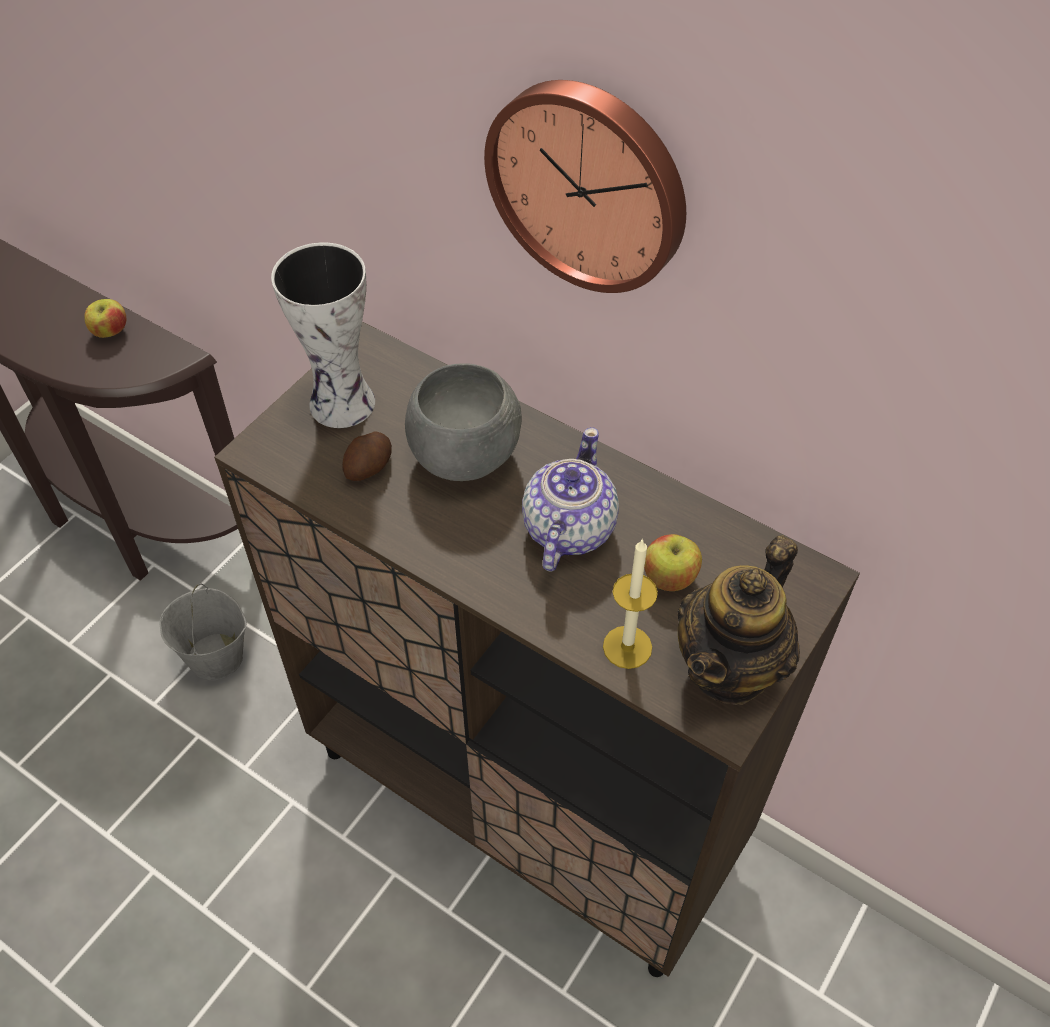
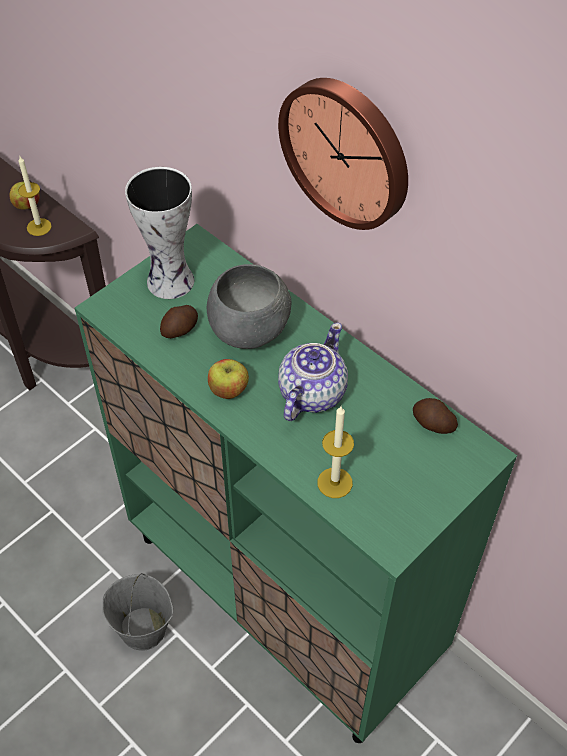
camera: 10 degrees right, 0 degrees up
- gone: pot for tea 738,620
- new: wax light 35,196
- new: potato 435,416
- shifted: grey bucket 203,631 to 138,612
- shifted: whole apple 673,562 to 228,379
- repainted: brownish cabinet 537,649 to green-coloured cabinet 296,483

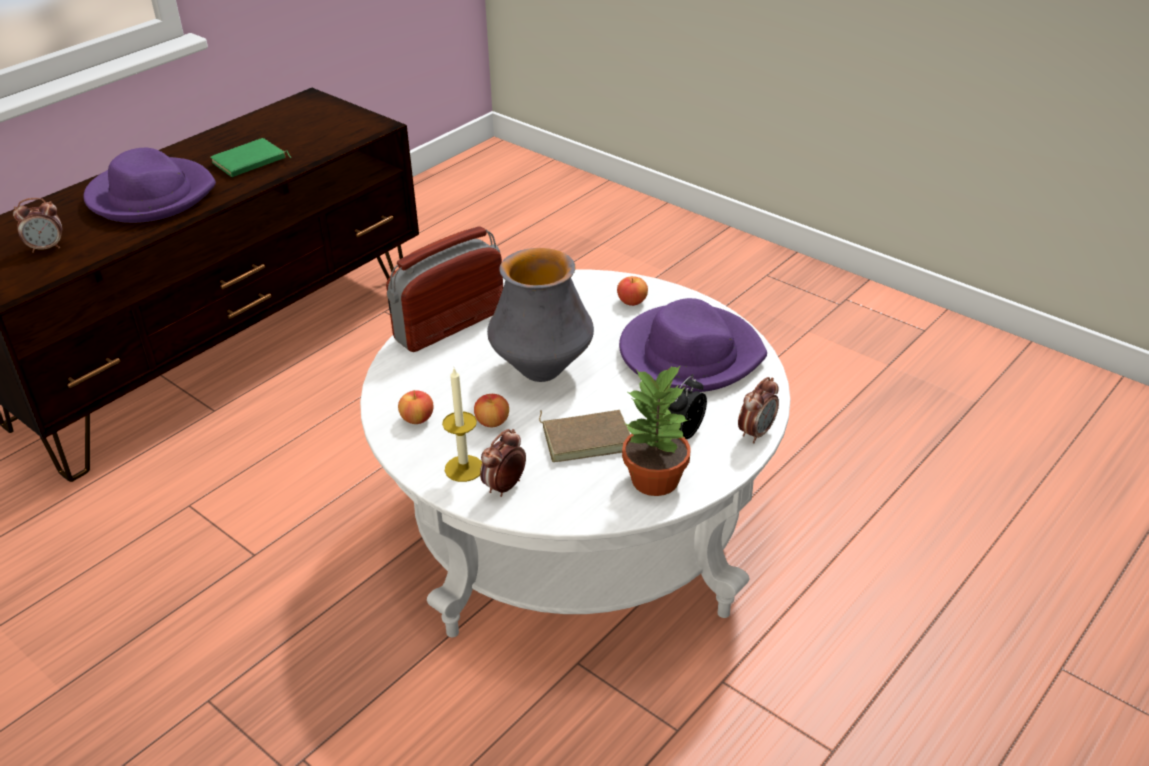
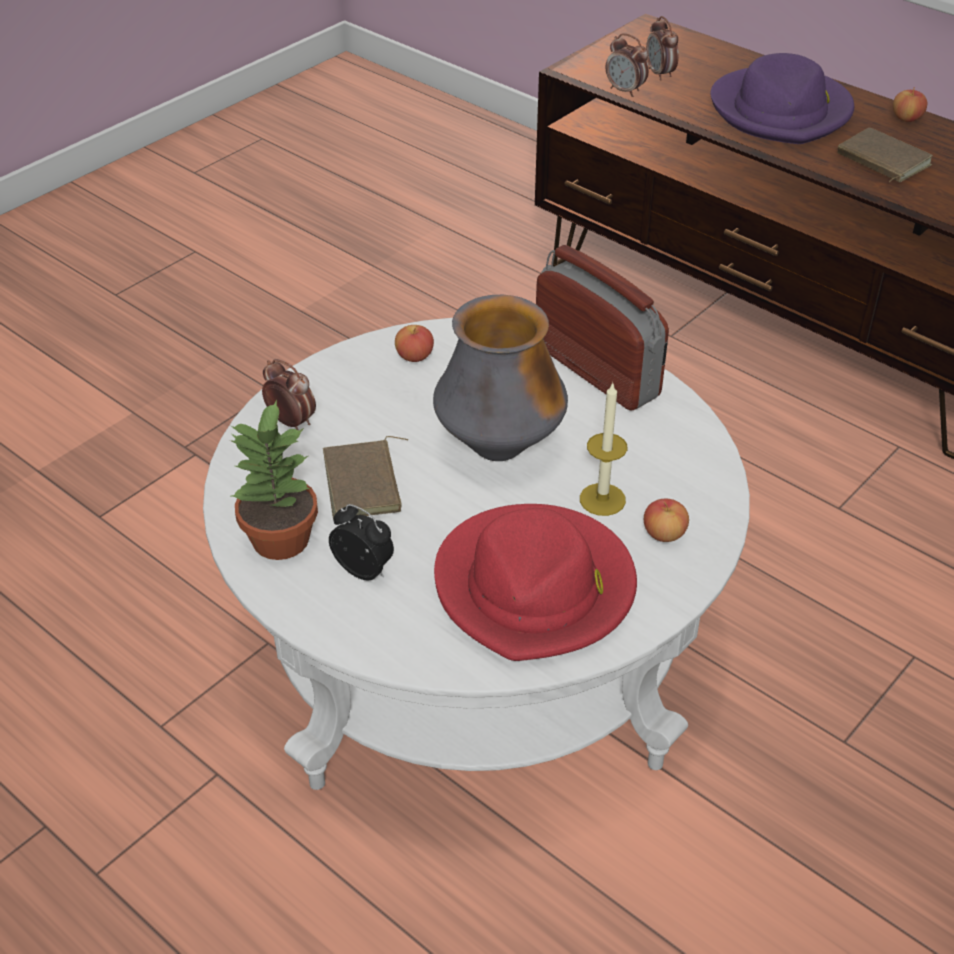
camera: 90 degrees right, 5 degrees up
- shifted: wax light 462,425 to 604,449
- shifted: whole apple 491,410 to 910,104
- shifted: table clock 758,410 to 627,65
- repainted: green-coloured book 250,157 to brownish book 885,155
- repainted: purple-coloured wearable hat 693,345 to red-coloured wearable hat 535,582

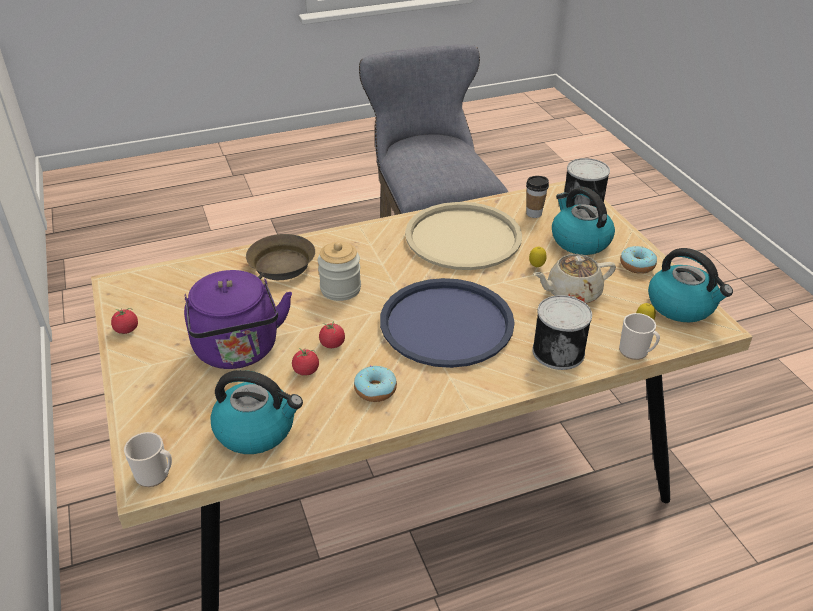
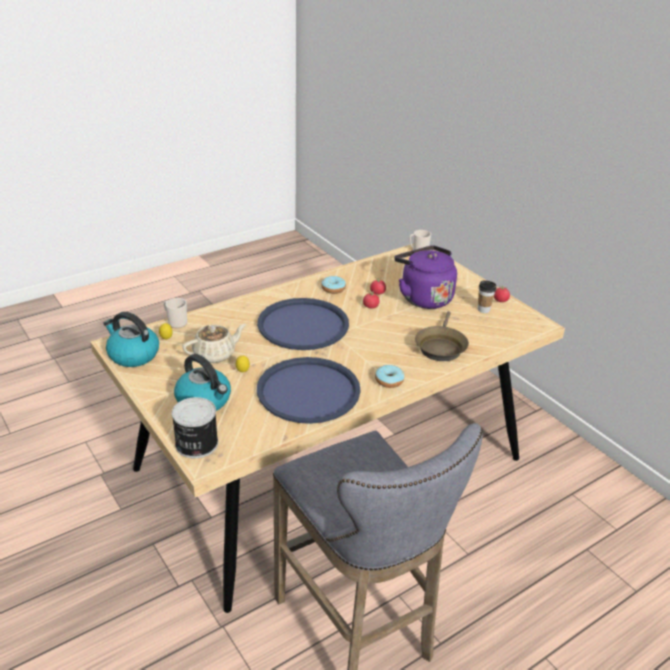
camera: 165 degrees right, 5 degrees down
- gone: tea kettle 256,412
- gone: jar 339,271
- gone: sealed can 562,332
- shifted: cup 537,197 to 487,296
- shifted: doughnut 638,260 to 389,376
- repainted: sand-coloured tray 463,236 to bluish tray 309,390

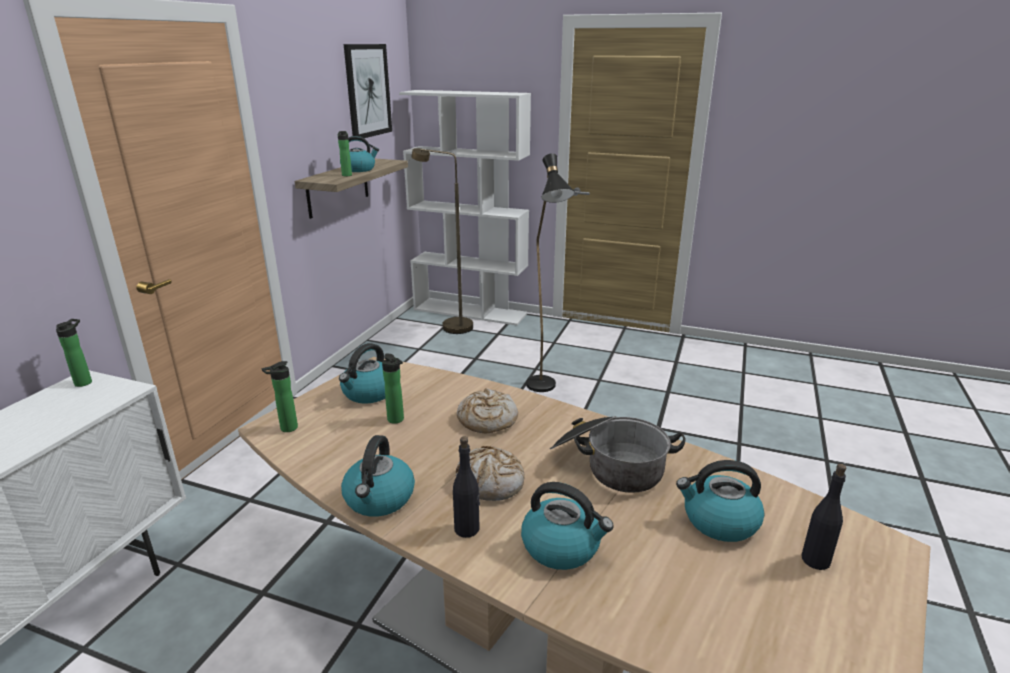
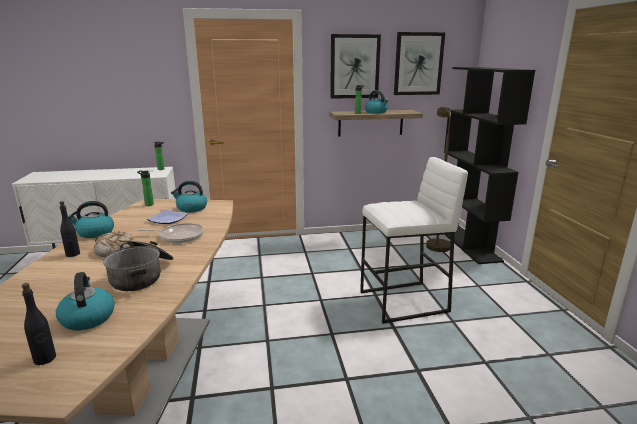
camera: 60 degrees right, 5 degrees down
- gone: tea kettle 567,526
- new: wall picture 355,66
- swapped: drink bottle 393,388 to flat dish 167,217
- swapped: bread 487,411 to pan 171,233
- swapped: black-coloured standard lamp 550,272 to whitish stool 414,240
- repainted: whitish bookshelf 465,208 to black-coloured bookshelf 489,165

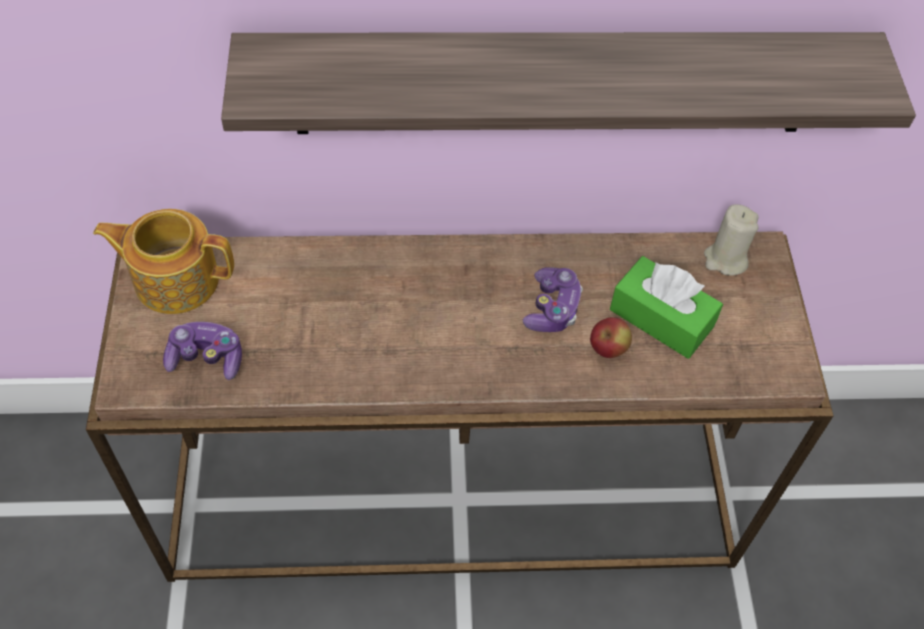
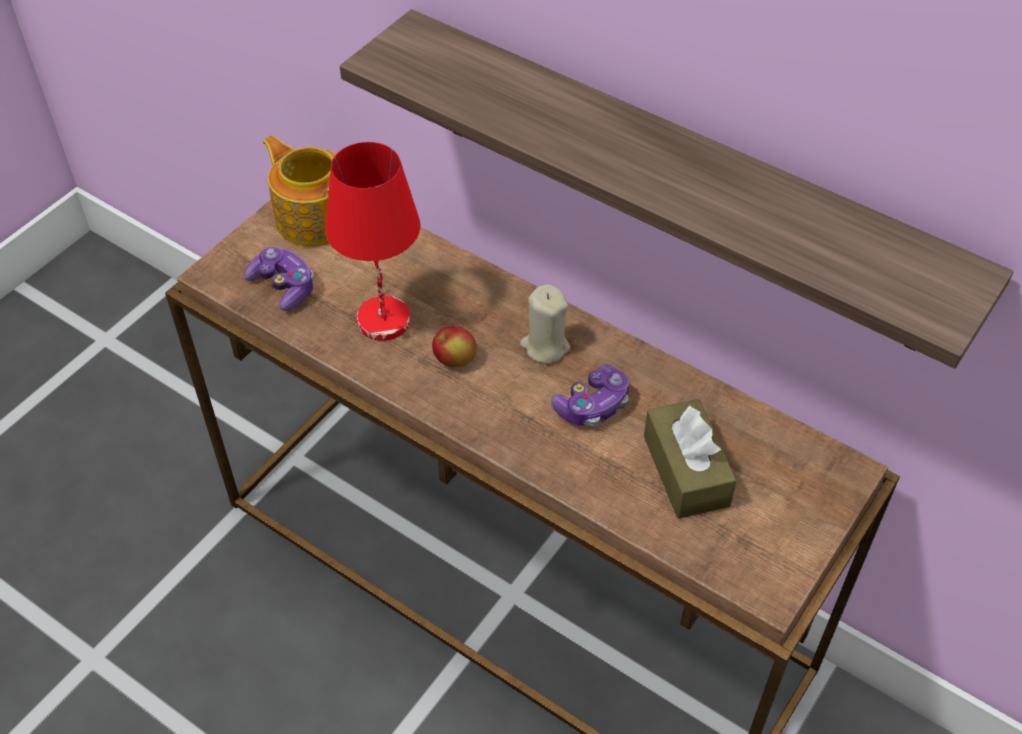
camera: 40 degrees right, 5 degrees down
- new: red-coloured tabletop lamp 372,241
- shifted: whole apple 611,337 to 454,346
- shifted: sand-coloured wax light 731,240 to 545,324
- repainted: green-coloured box of tissues 666,307 to brownish box of tissues 690,459

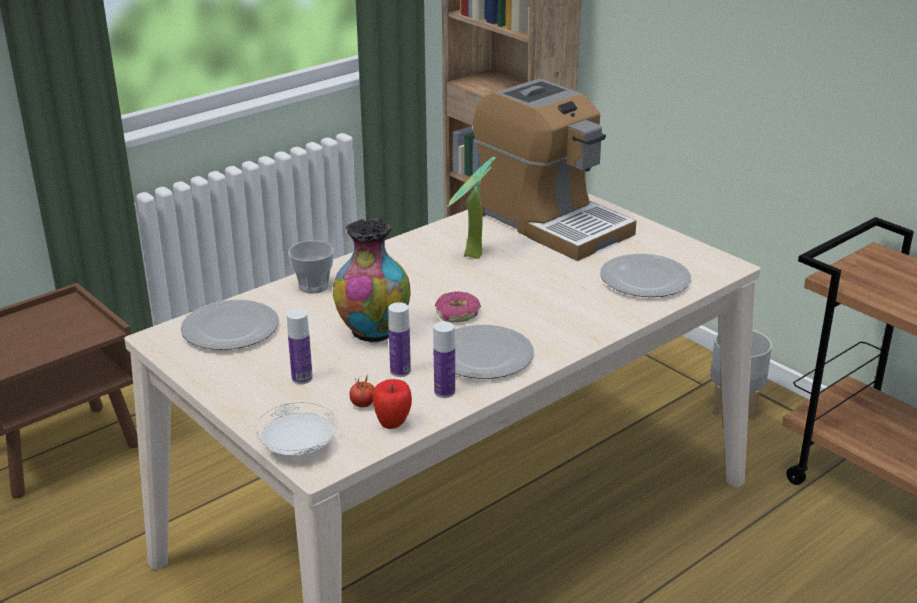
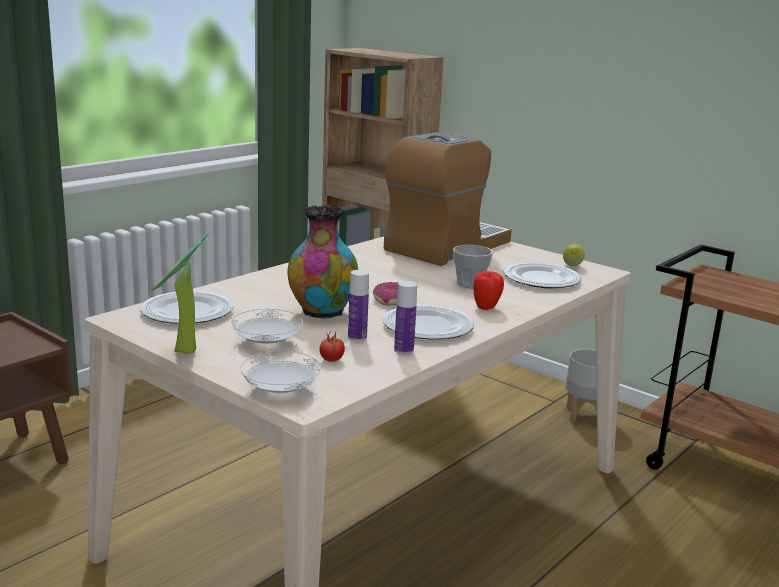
camera: 10 degrees left, 10 degrees down
- new: lemon 574,255
- shifted: cup 311,266 to 473,266
- shifted: whole apple 392,404 to 488,290
- shifted: plant in a pot 471,208 to 179,293
- swapped: drink bottle 300,346 to whitish flat dish 267,326
- rotated: coffee maker 554,170 = 447,199 90 degrees counterclockwise

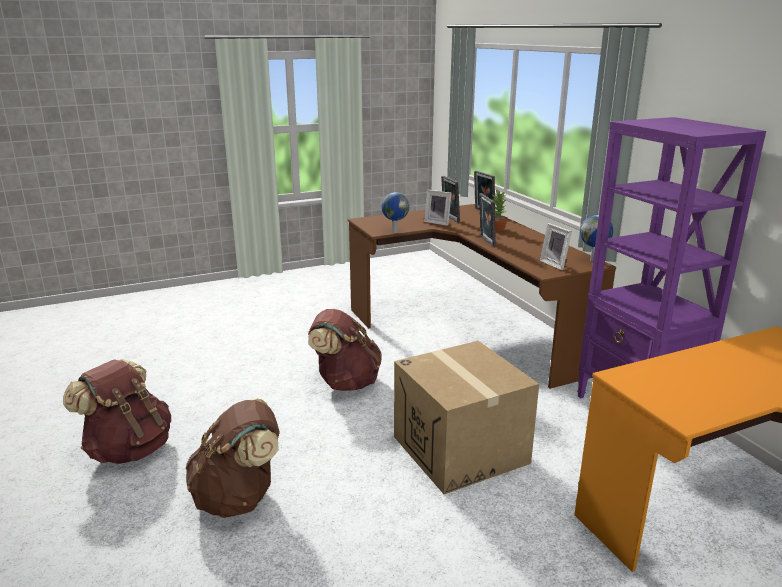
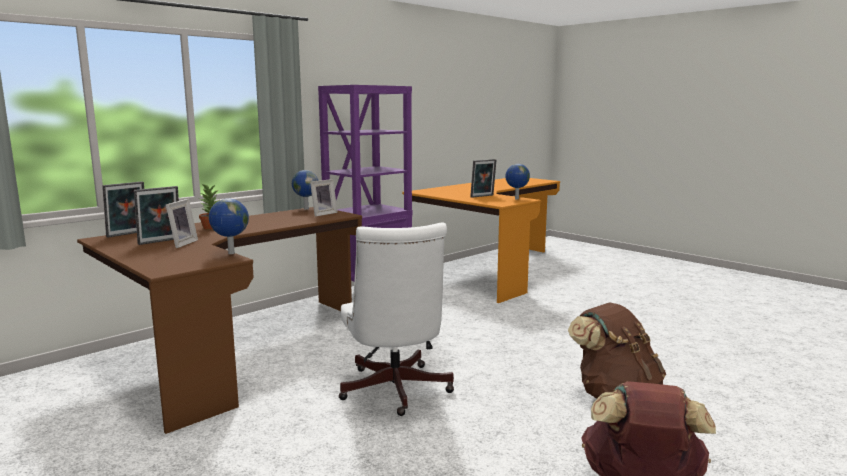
camera: 110 degrees left, 10 degrees down
- gone: carton 466,417
- new: globe 517,182
- shifted: picture frame 487,219 to 483,178
- swapped: brownish knapsack 345,350 to whitish office chair 396,319

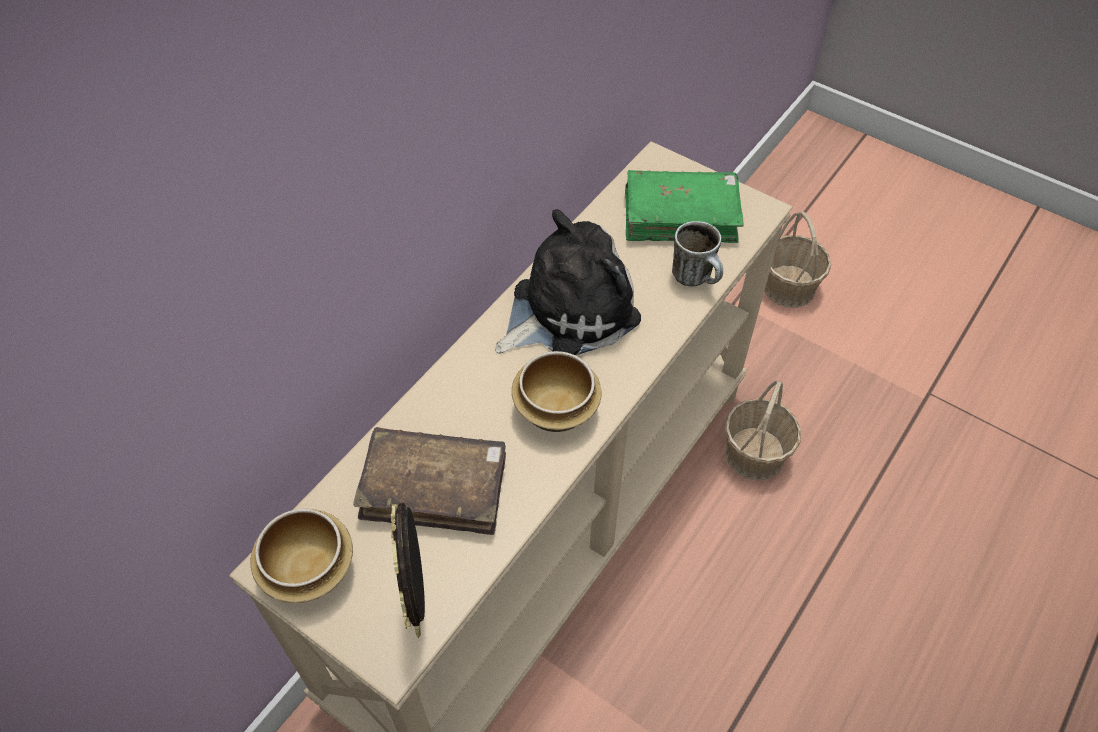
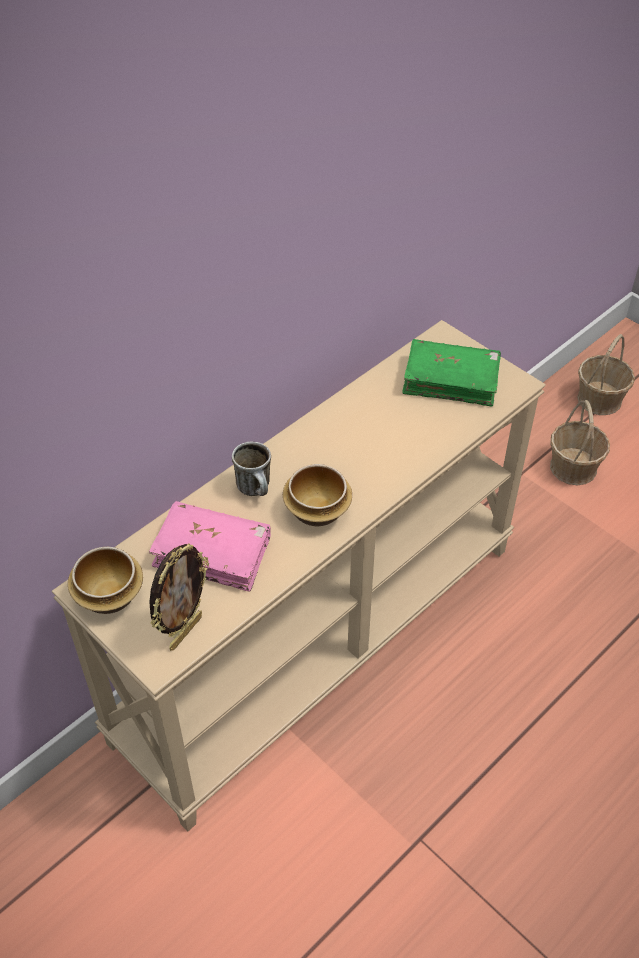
camera: 10 degrees right, 5 degrees down
- gone: soft toy 568,282
- shifted: tea mug 697,254 to 251,469
- shifted: household basket 763,430 to 606,374
- repainted: brownish book 429,481 to pink book 210,546
- rotated: picture frame 408,570 = 179,597 150 degrees counterclockwise

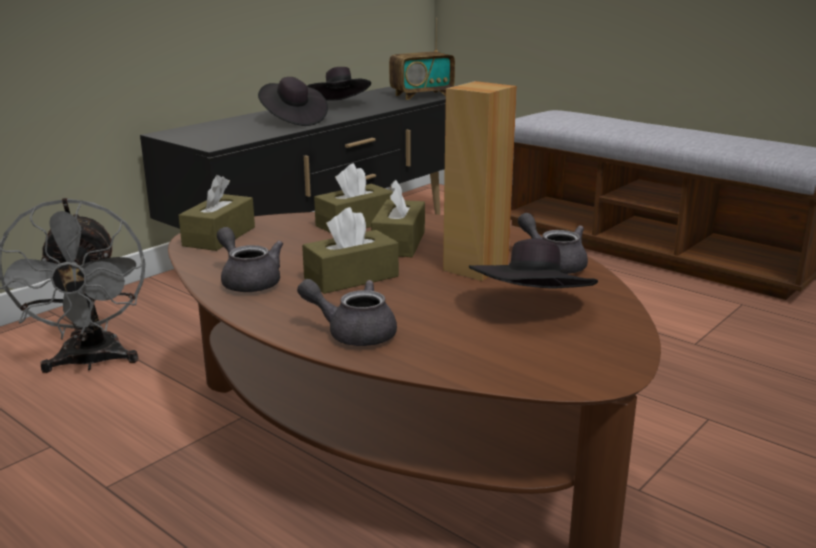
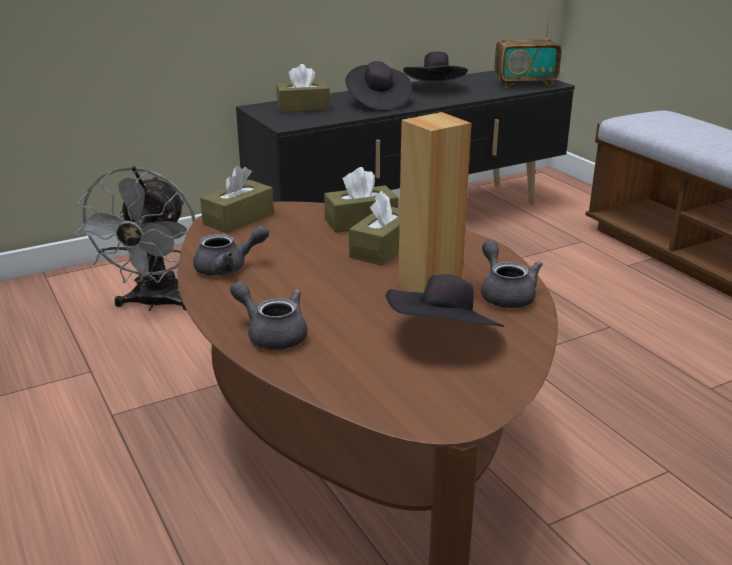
camera: 20 degrees right, 5 degrees up
- shifted: brownish box of tissues 350,250 to 303,88
- rotated: grey pot for tea 250,259 = 231,250 90 degrees clockwise

